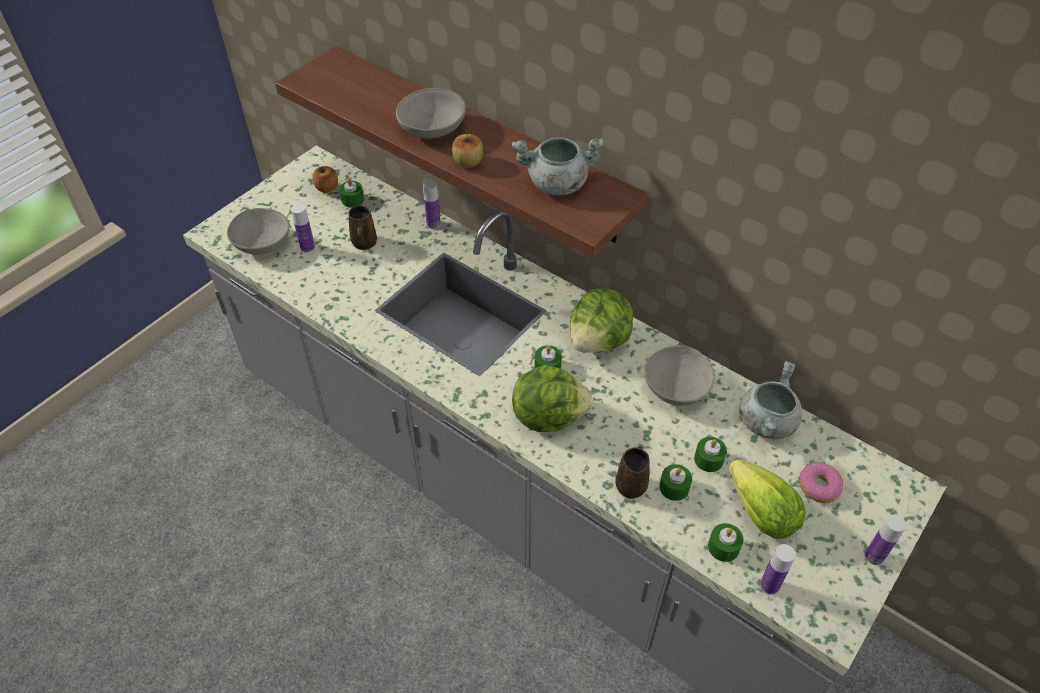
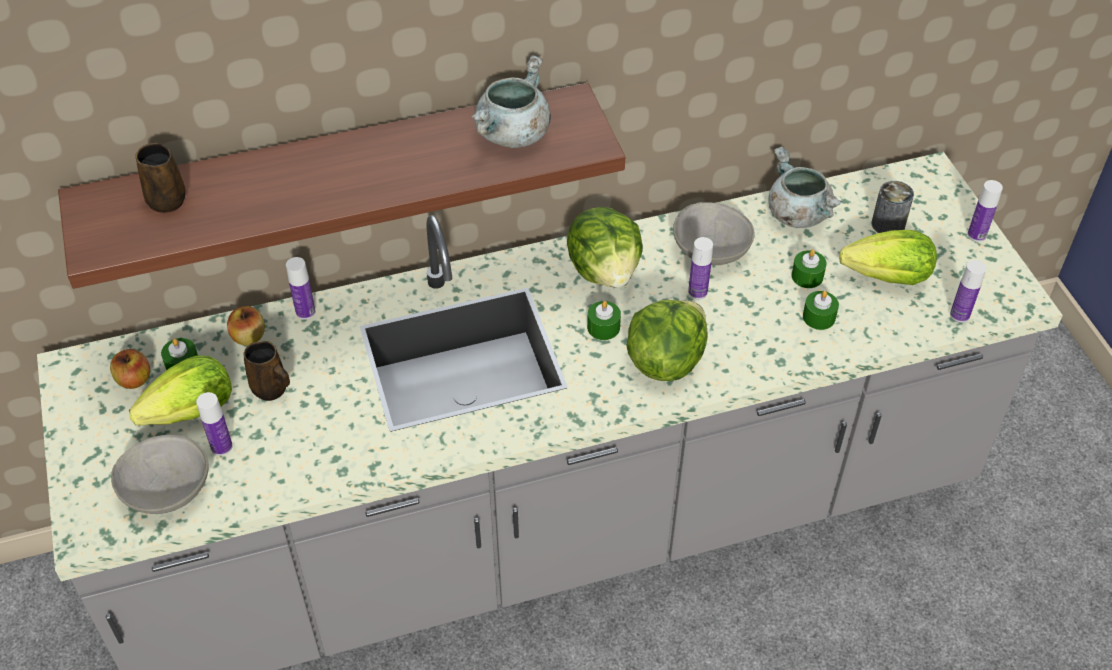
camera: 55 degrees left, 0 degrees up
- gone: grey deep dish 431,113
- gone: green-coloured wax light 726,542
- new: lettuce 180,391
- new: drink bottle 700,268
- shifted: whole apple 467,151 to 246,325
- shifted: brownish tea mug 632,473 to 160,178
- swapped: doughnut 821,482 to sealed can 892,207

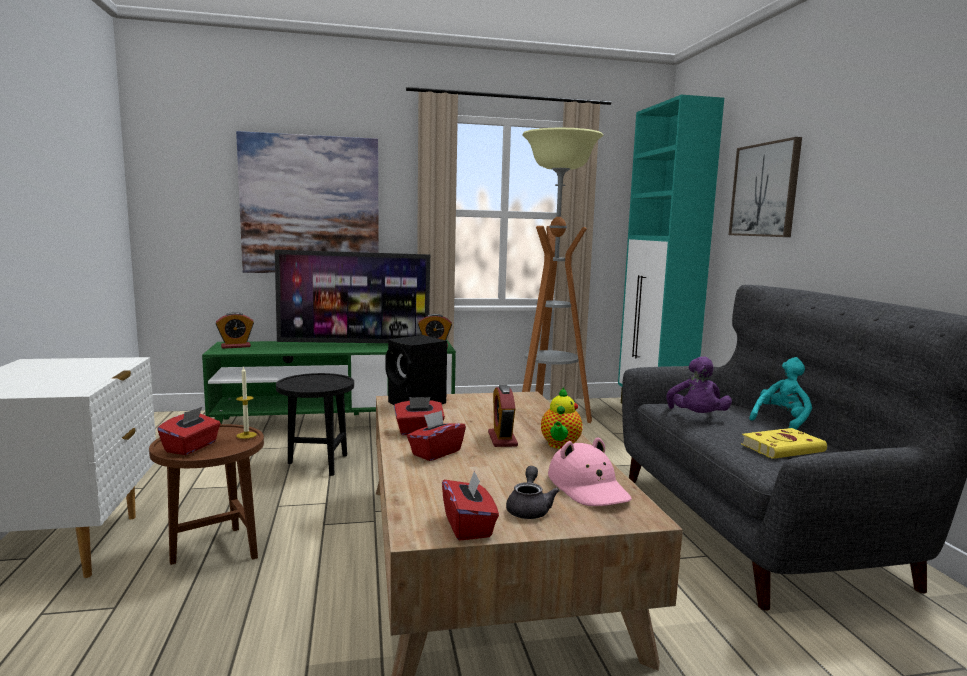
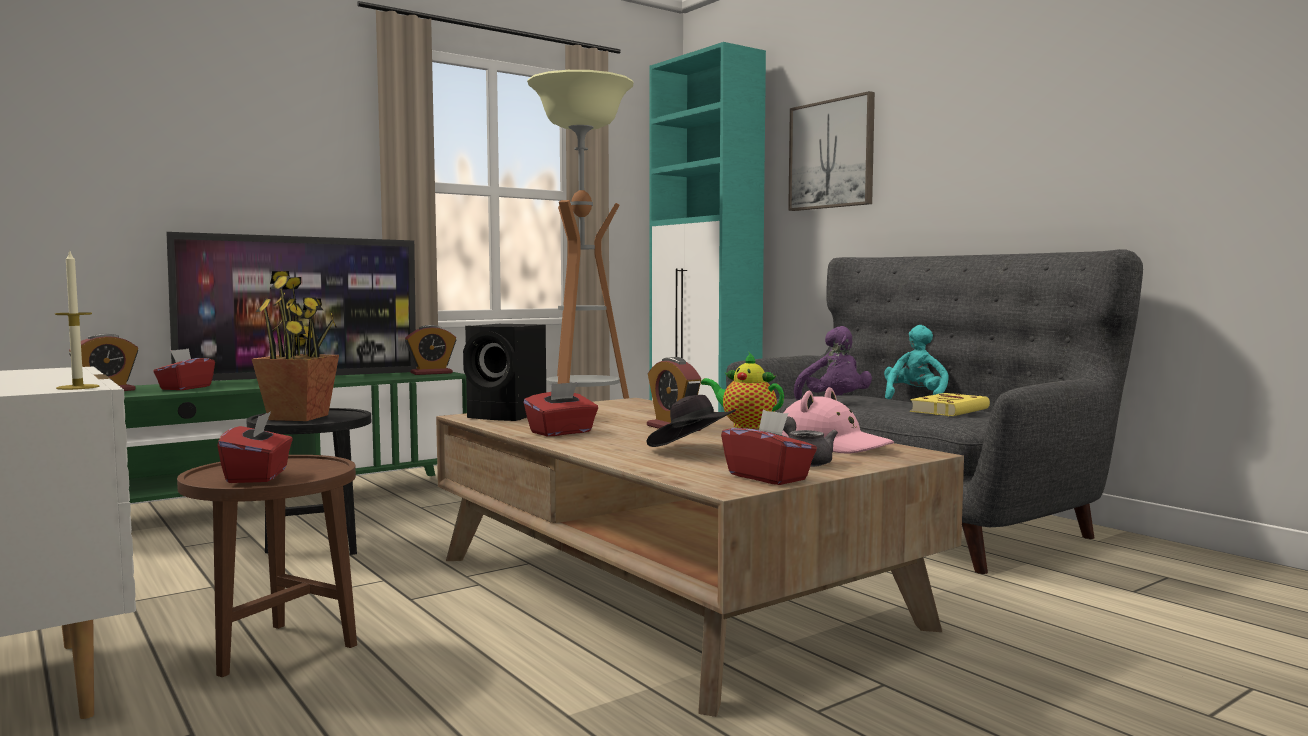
camera: 25 degrees left, 5 degrees down
- gone: wall picture 307,202
- new: plant in a pot 295,346
- new: black-coloured wearable hat 691,421
- shifted: wax light 246,402 to 77,321
- shifted: red-coloured box of tissues 436,435 to 184,369
- rotated: pot for tea 562,418 = 742,390 135 degrees clockwise

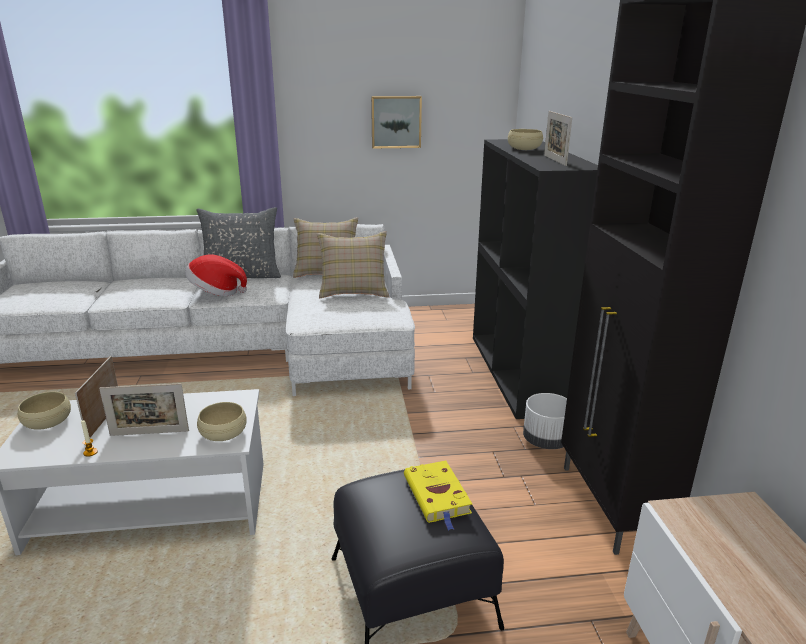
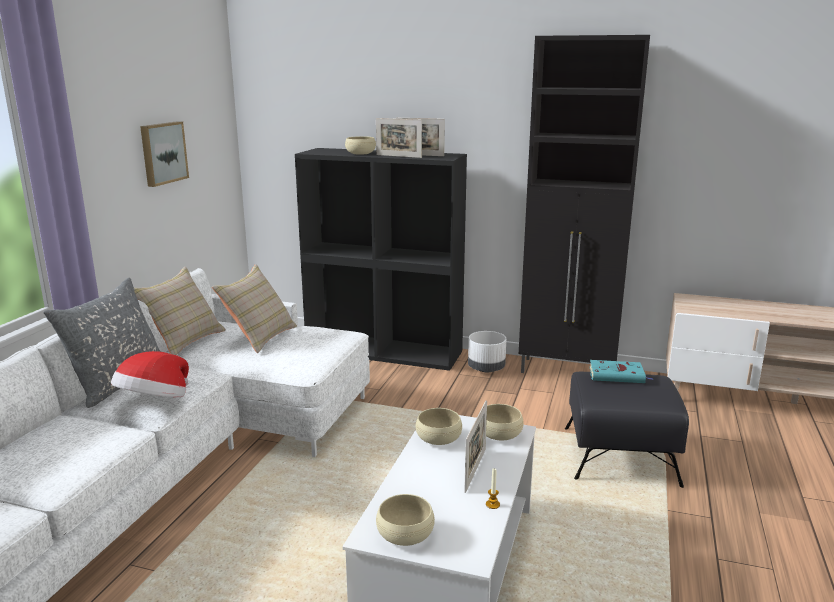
camera: 65 degrees left, 5 degrees down
- new: sand-coloured deep dish 439,426
- shifted: picture frame 96,397 to 399,138
- repainted: yellowish book 438,496 to turquoise book 621,371

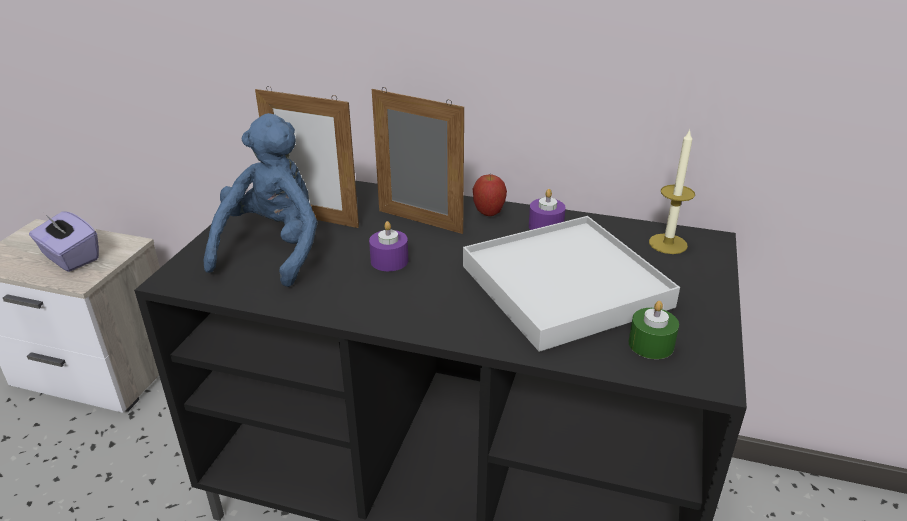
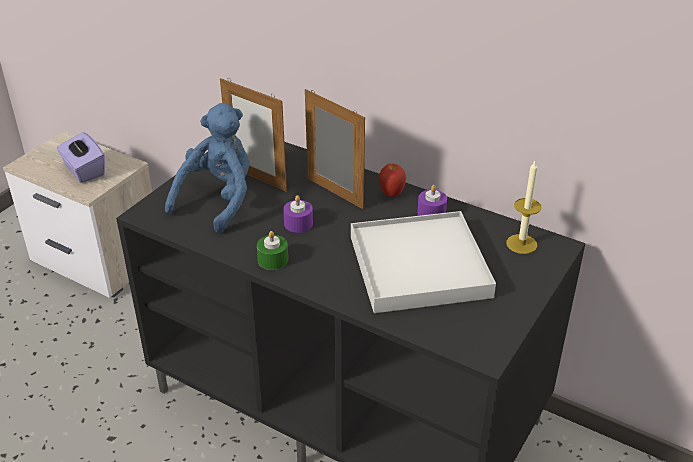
camera: 15 degrees right, 5 degrees up
- shifted: green-coloured wax light 653,330 to 272,250

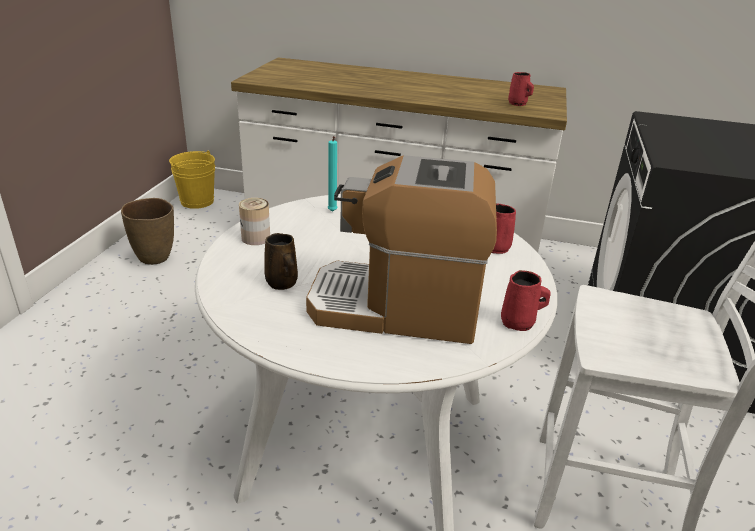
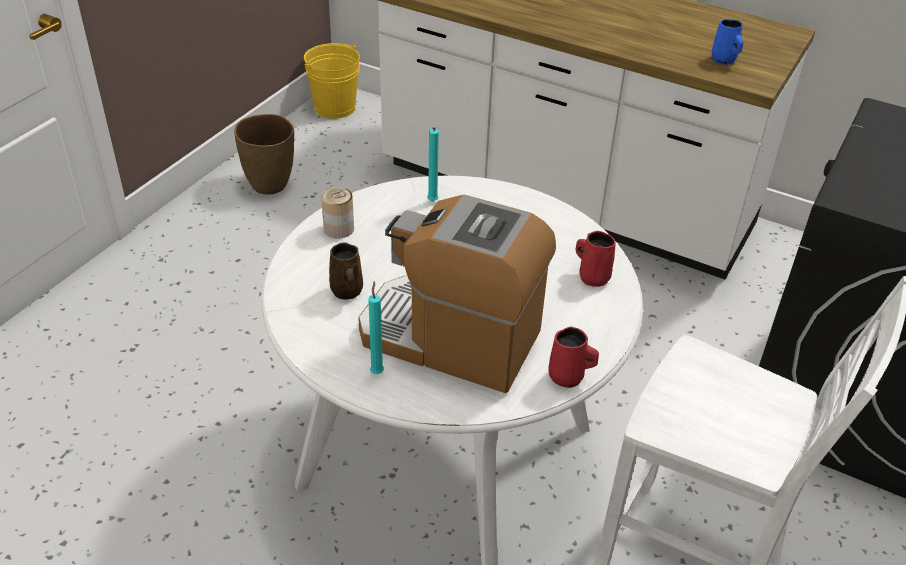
camera: 15 degrees right, 10 degrees up
- new: turquoise wax light 376,327
- repainted: red-coloured tea mug 521,89 to bluish tea mug 727,42

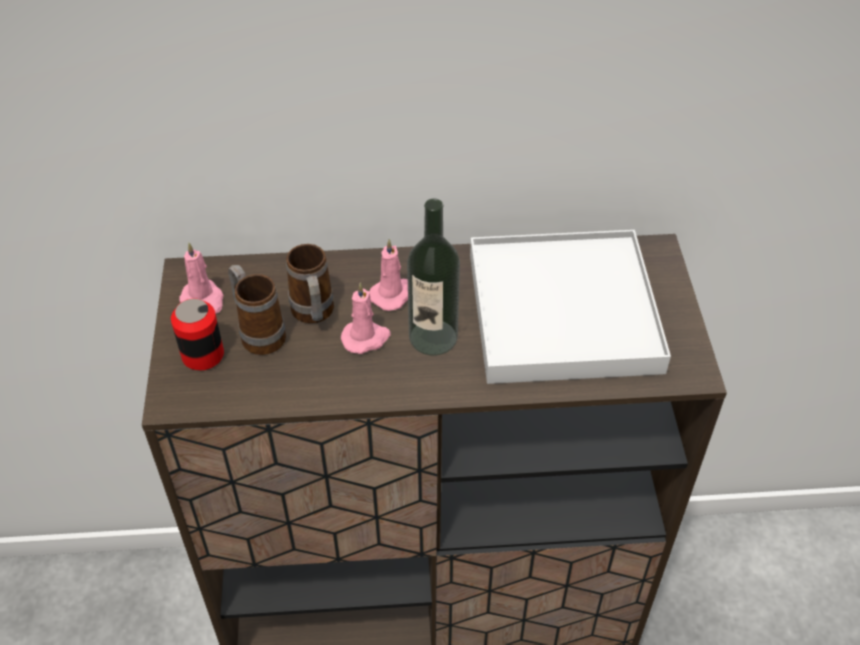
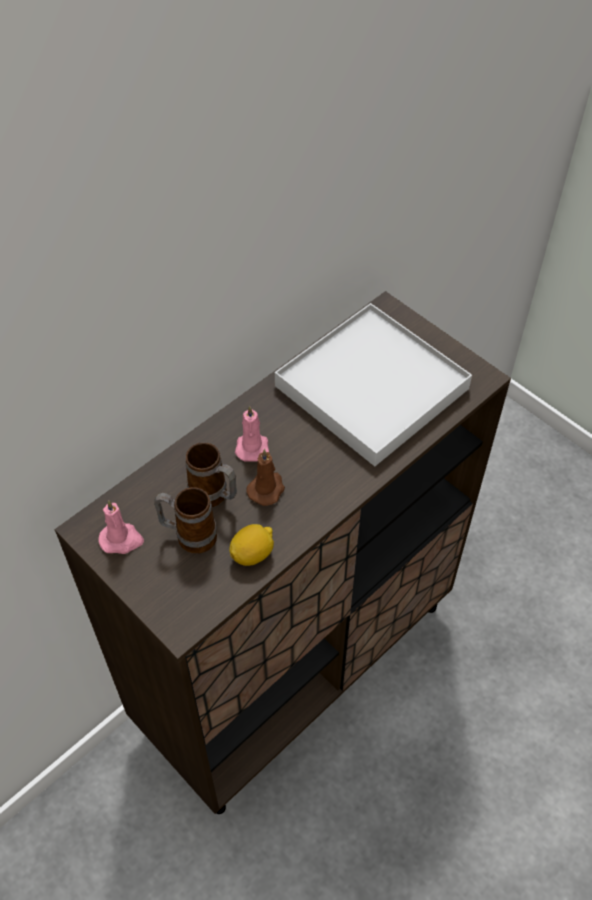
camera: 40 degrees left, 5 degrees up
- gone: sealed can 197,334
- gone: drink bottle 433,277
- new: lemon 251,545
- repainted: pink wax light 366,318 to brownish wax light 265,477

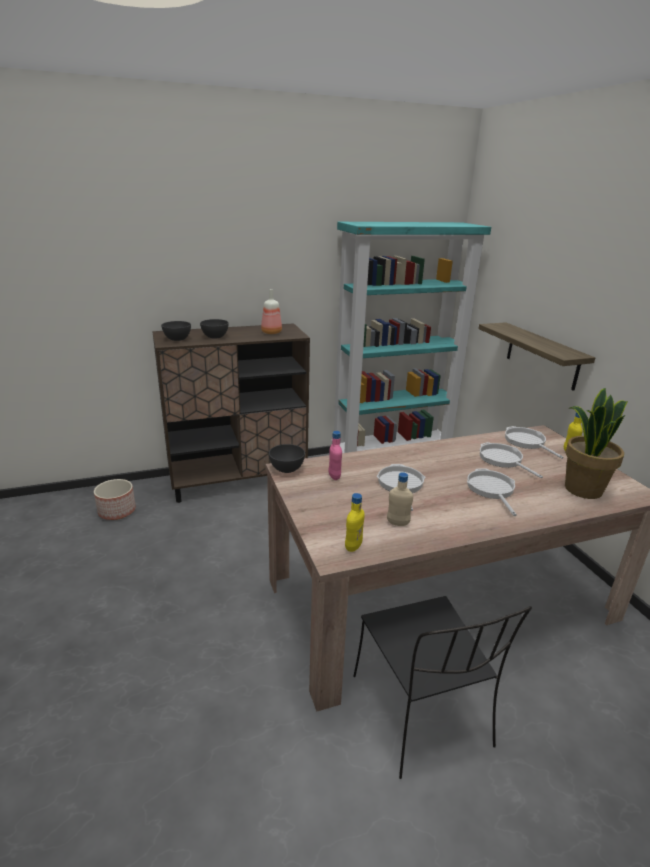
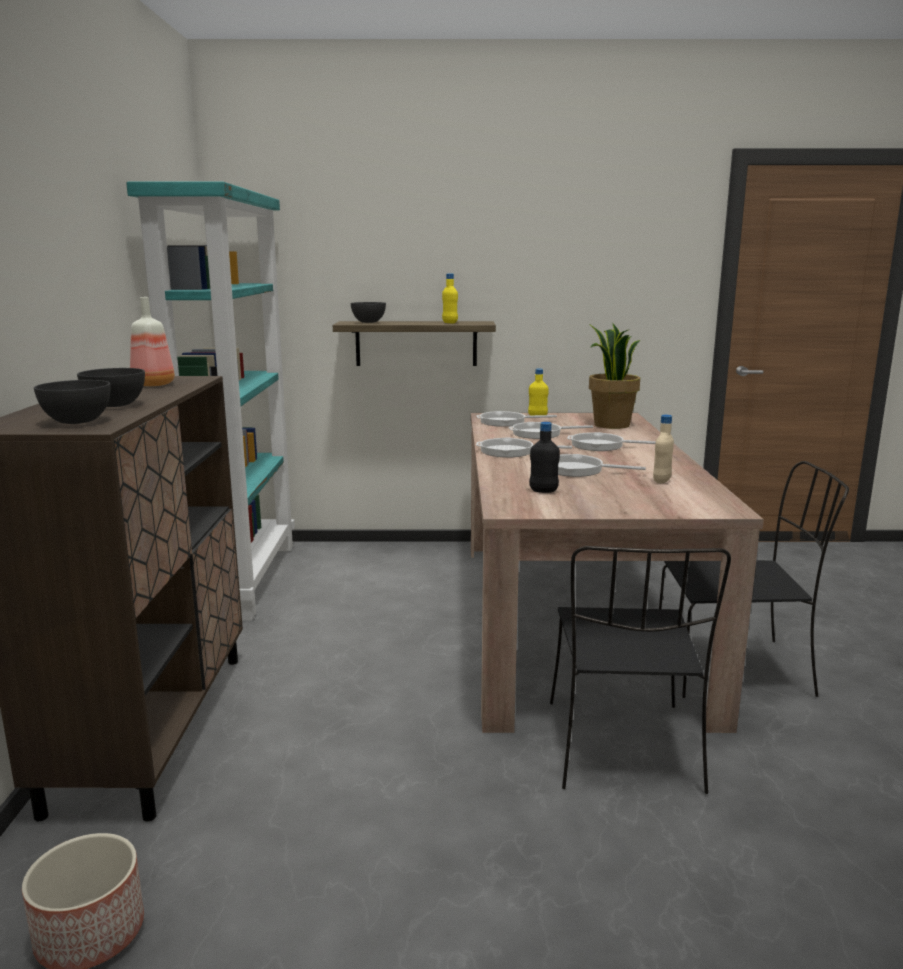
camera: 70 degrees left, 10 degrees down
- new: pan 524,447
- new: black-coloured upright chair 640,670
- shifted: grey deep dish 287,458 to 368,312
- shifted: yellowish drink bottle 355,522 to 450,298
- repainted: pink drink bottle 335,455 to black-coloured drink bottle 544,457

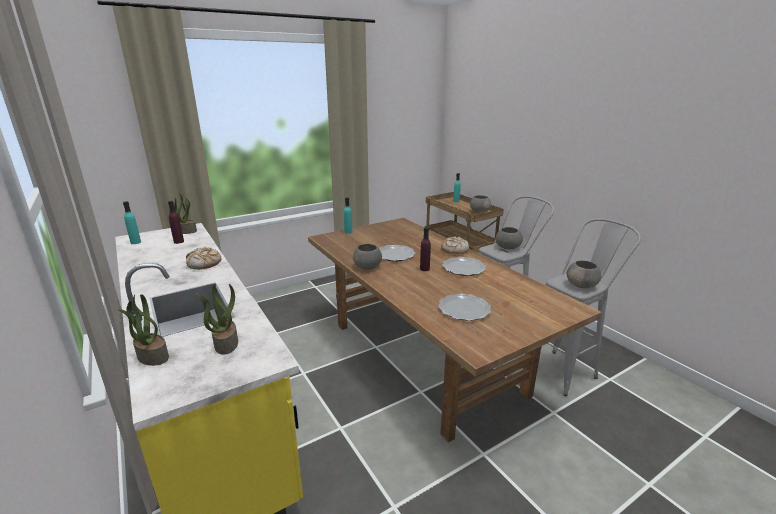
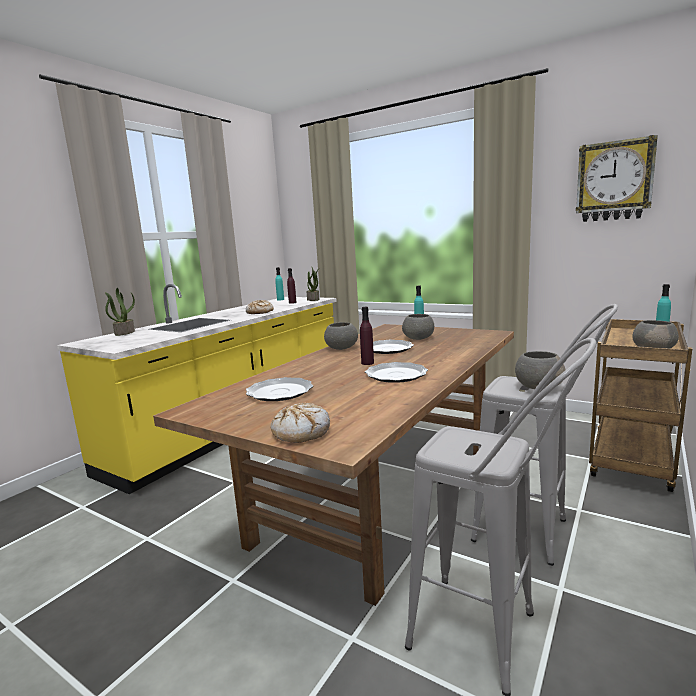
camera: 65 degrees right, 10 degrees down
- gone: plant in a pot 216,319
- new: wall clock 617,178
- shifted: bread 455,245 to 300,423
- shifted: grey deep dish 584,274 to 418,327

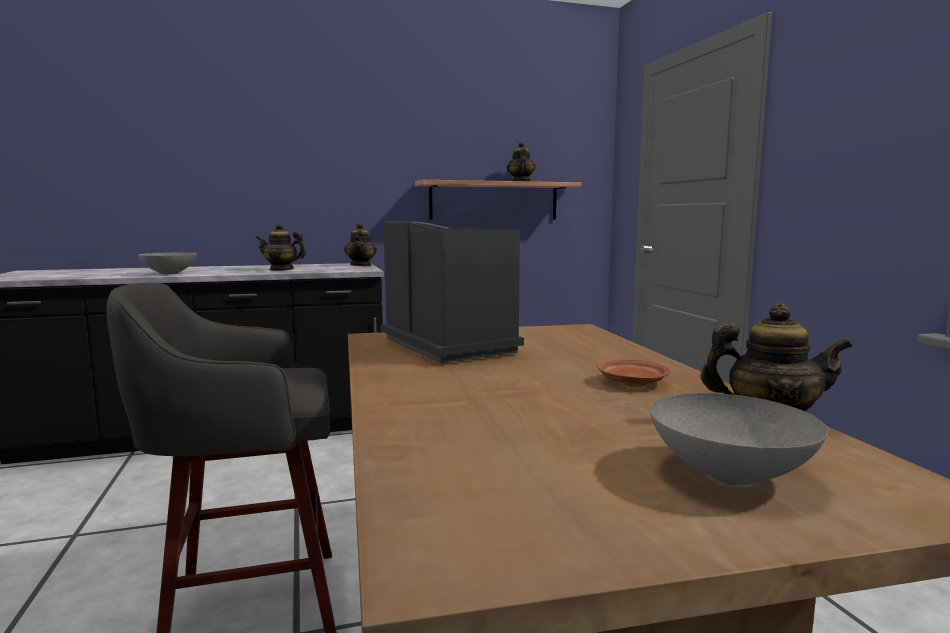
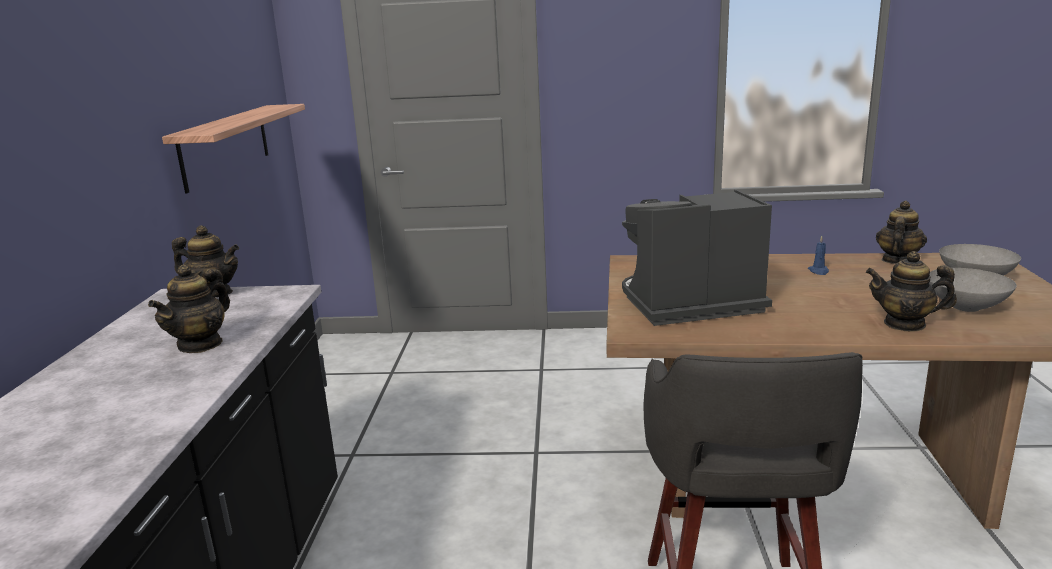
camera: 70 degrees left, 10 degrees up
- shifted: grey deep dish 167,263 to 973,290
- shifted: pot for tea 521,161 to 911,291
- swapped: brownish flat dish 633,373 to bluish wax light 818,255

